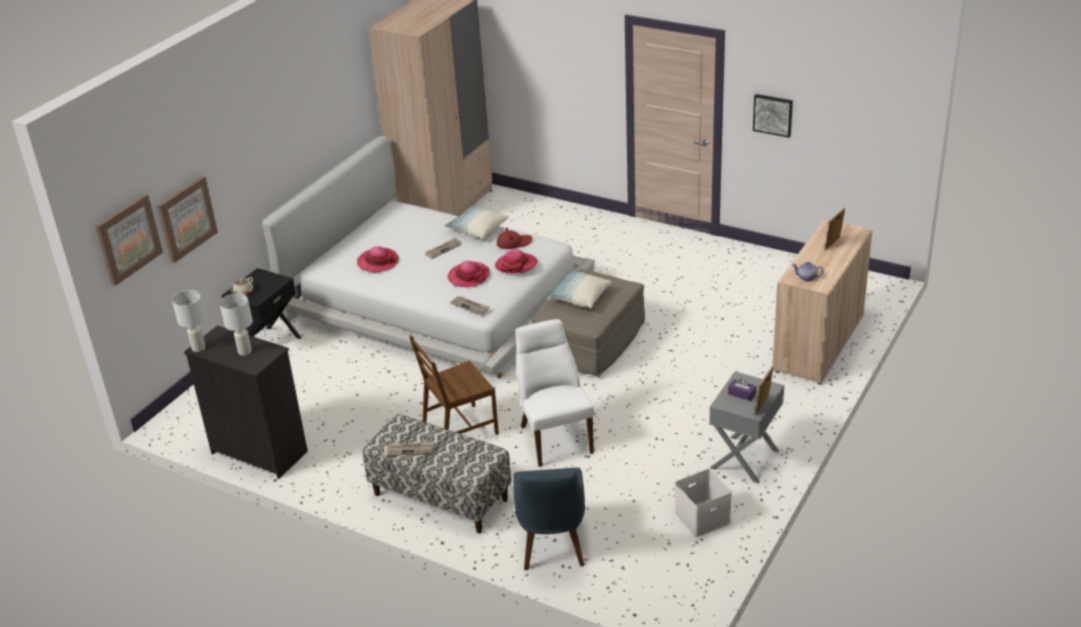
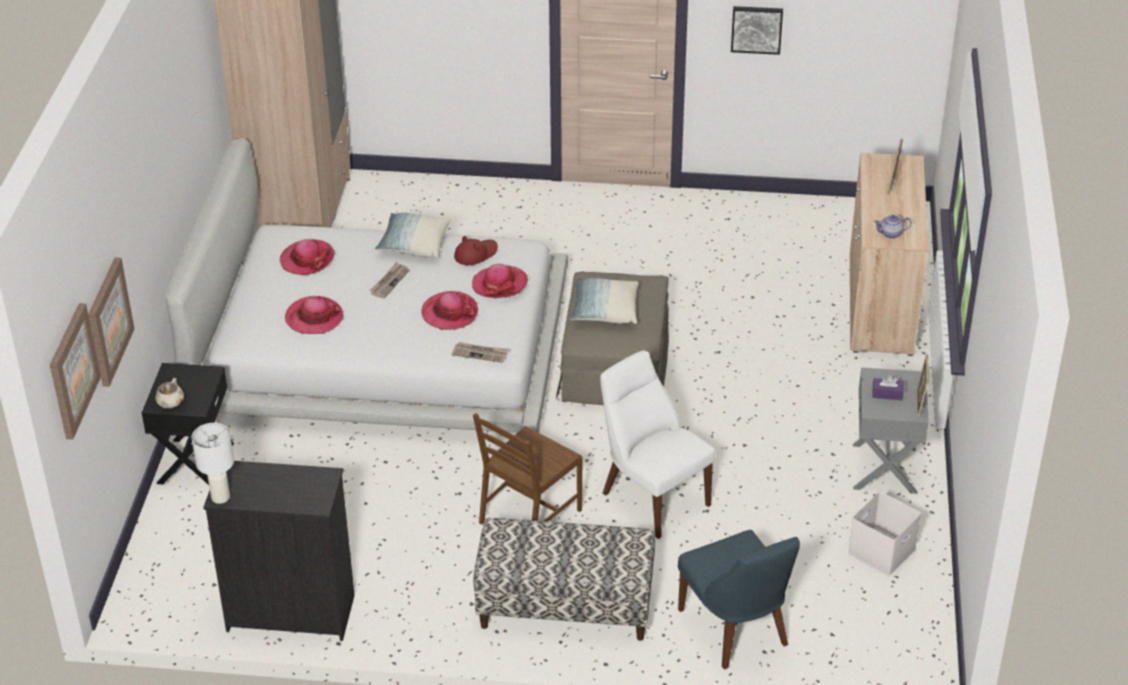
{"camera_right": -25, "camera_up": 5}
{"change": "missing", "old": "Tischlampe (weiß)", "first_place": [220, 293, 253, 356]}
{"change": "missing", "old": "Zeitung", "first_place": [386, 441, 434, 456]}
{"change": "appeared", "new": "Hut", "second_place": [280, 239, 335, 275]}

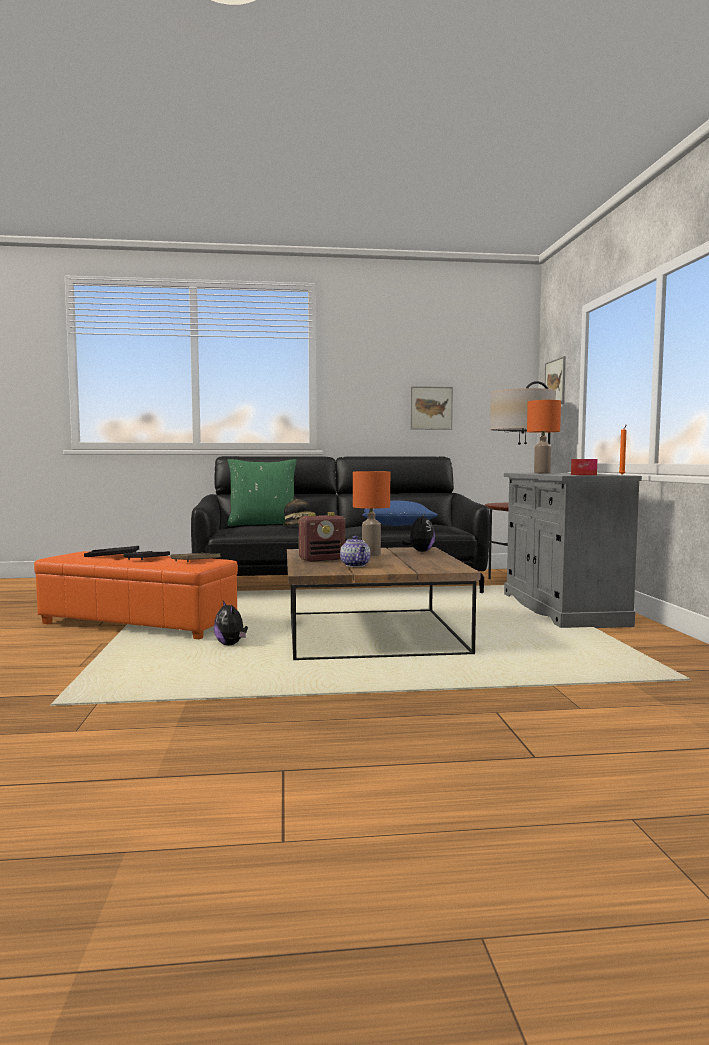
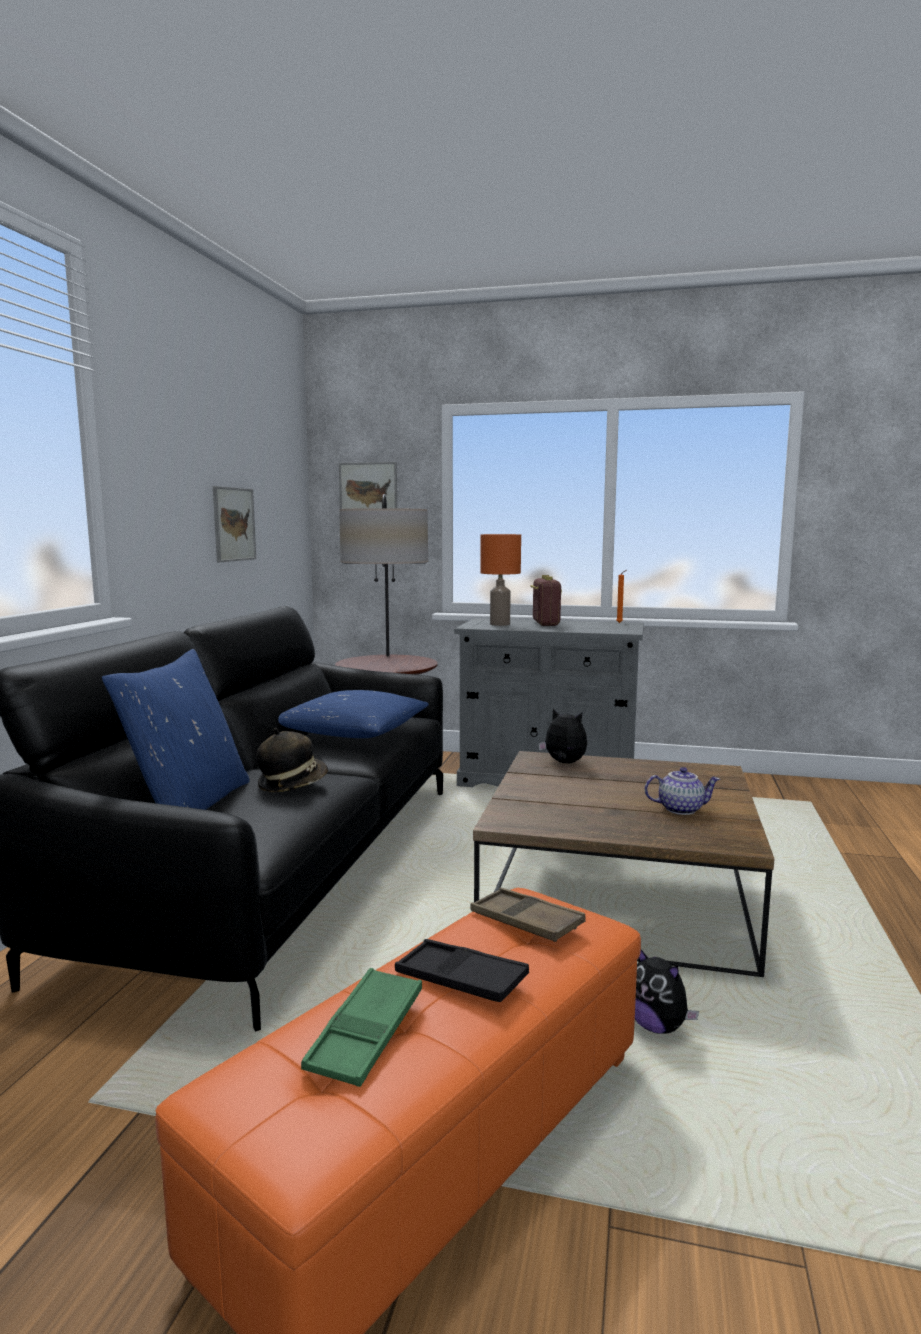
{"camera_right": -70, "camera_up": 5}
{"change": "colour", "old": "Kissen (grün)", "new": "Kissen (blau)", "first_place": [227, 459, 299, 526], "second_place": [102, 649, 250, 810]}
{"change": "missing", "old": "Taschentuchbox", "first_place": [571, 459, 597, 475]}
{"change": "missing", "old": "Tischlampe (orange)", "first_place": [353, 471, 390, 556]}
{"change": "relocated", "old": "Radio", "first_place": [299, 512, 345, 562], "second_place": [530, 575, 562, 626]}
{"change": "colour", "old": "Tablett (schwarz)", "new": "Tablett (grün)", "first_place": [84, 546, 139, 557], "second_place": [301, 968, 422, 1087]}
{"change": "spun", "old": "Plüschtier", "first_place": [214, 601, 248, 645], "second_place": [635, 950, 699, 1034], "degrees": 60}

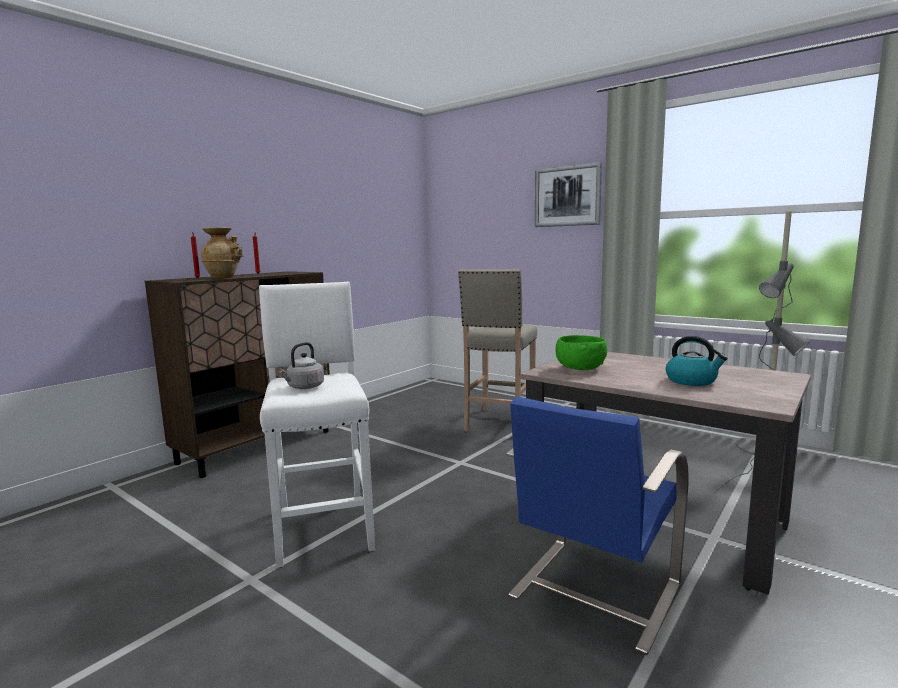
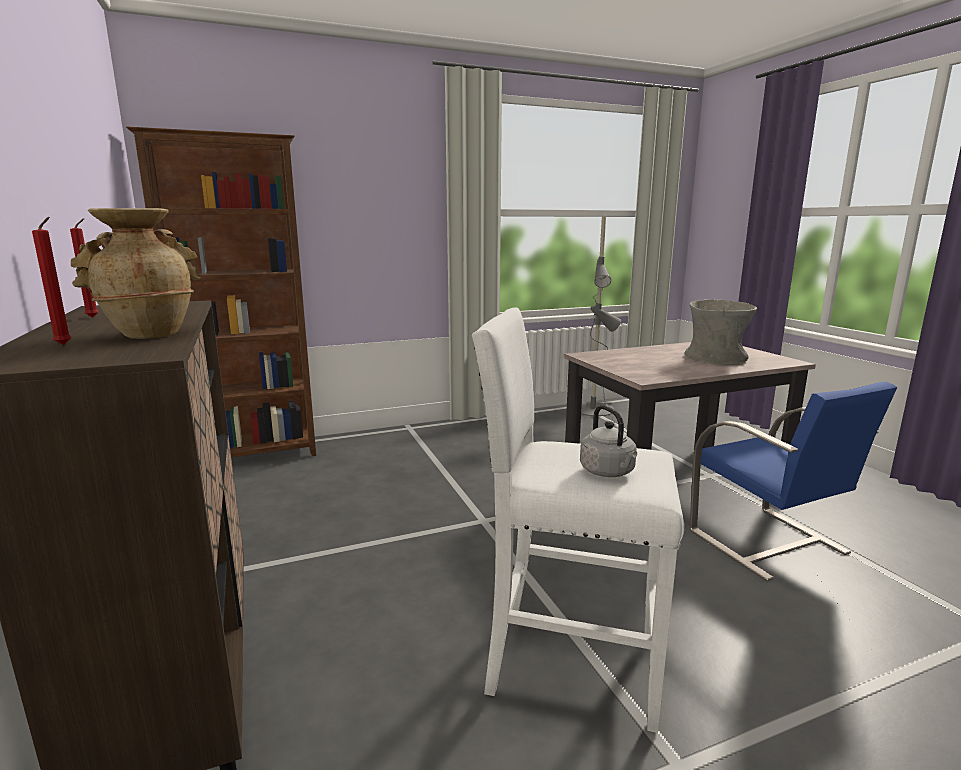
{"camera_right": -60, "camera_up": 5}
{"change": "missing", "old": "Bild", "first_place": [535, 162, 602, 227]}
{"change": "missing", "old": "Hocker (beige)", "first_place": [458, 269, 537, 431]}
{"change": "missing", "old": "Schüssel (grün)", "first_place": [555, 335, 607, 370]}
{"change": "exchanged", "old": "Wasserkessel", "new": "Vase (grau)", "first_place": [666, 336, 728, 386], "second_place": [684, 299, 757, 365]}
{"change": "appeared", "new": "Bücherregal (braun)", "second_place": [126, 127, 316, 457]}

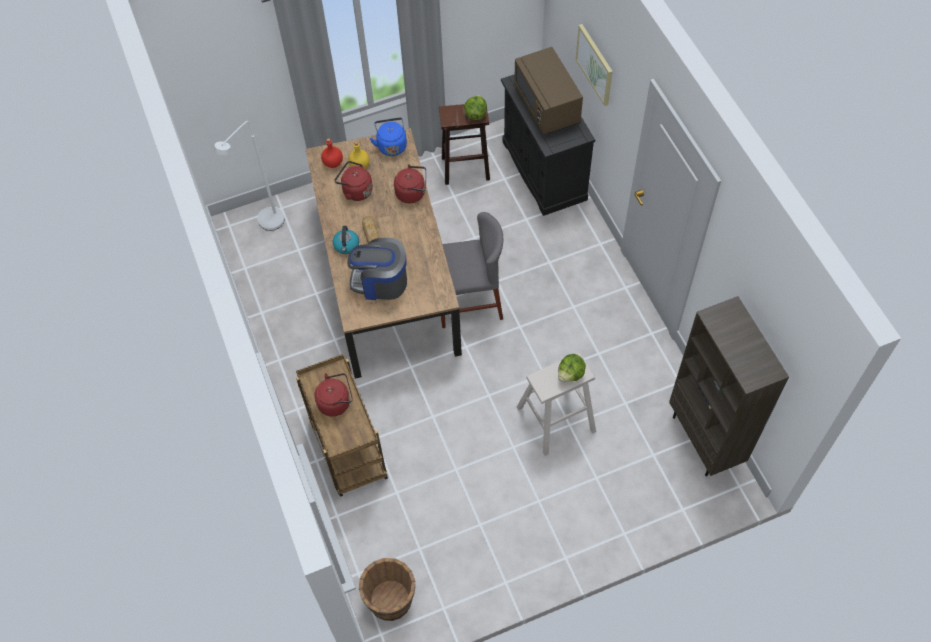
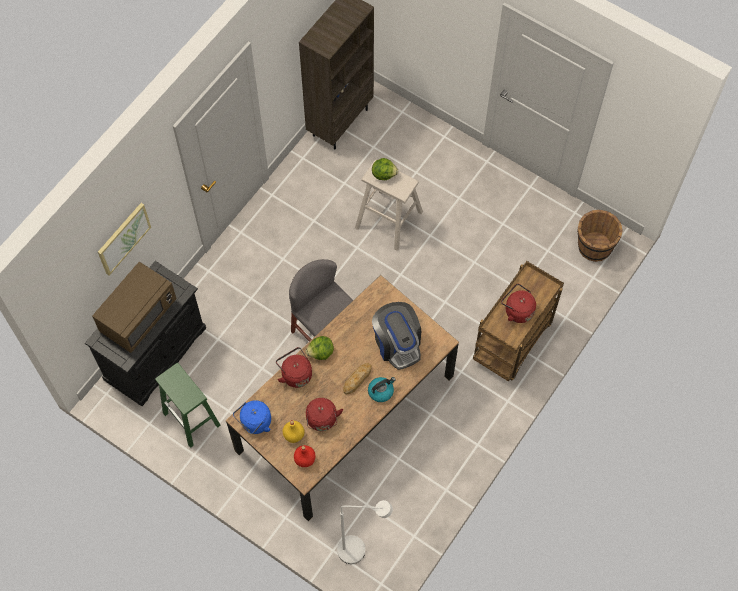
{"camera_right": -125, "camera_up": 5}
{"change": "relocated", "old": "Salatkopf", "first_place": [464, 95, 487, 120], "second_place": [306, 336, 334, 360]}
{"change": "colour", "old": "Hocker (braun)", "new": "Hocker (grün)", "first_place": [439, 104, 490, 185], "second_place": [155, 363, 221, 448]}

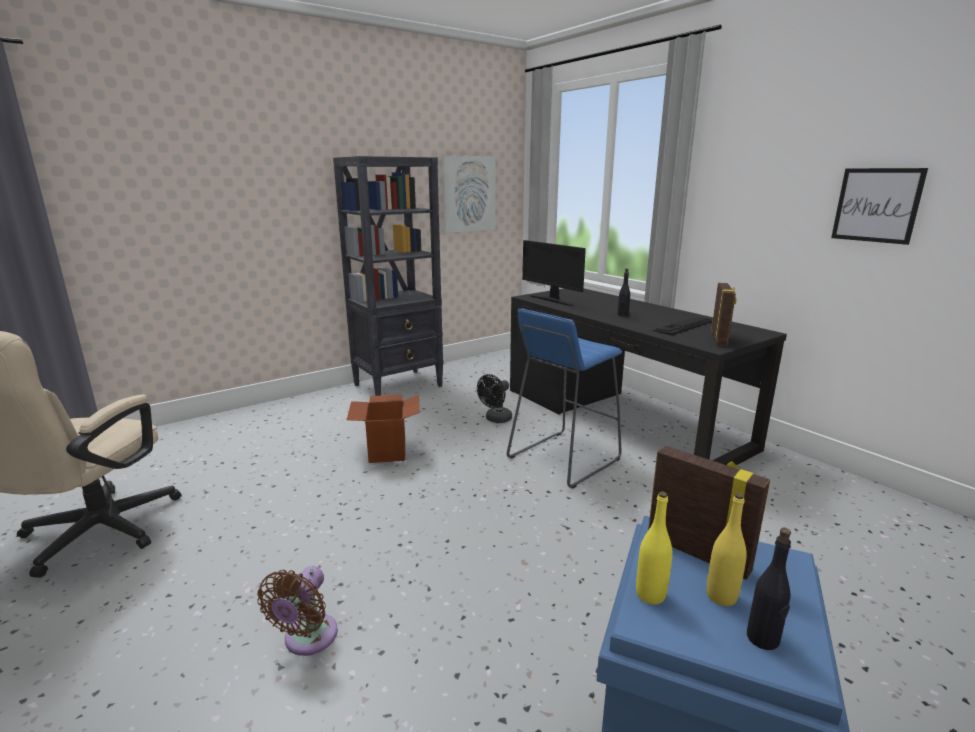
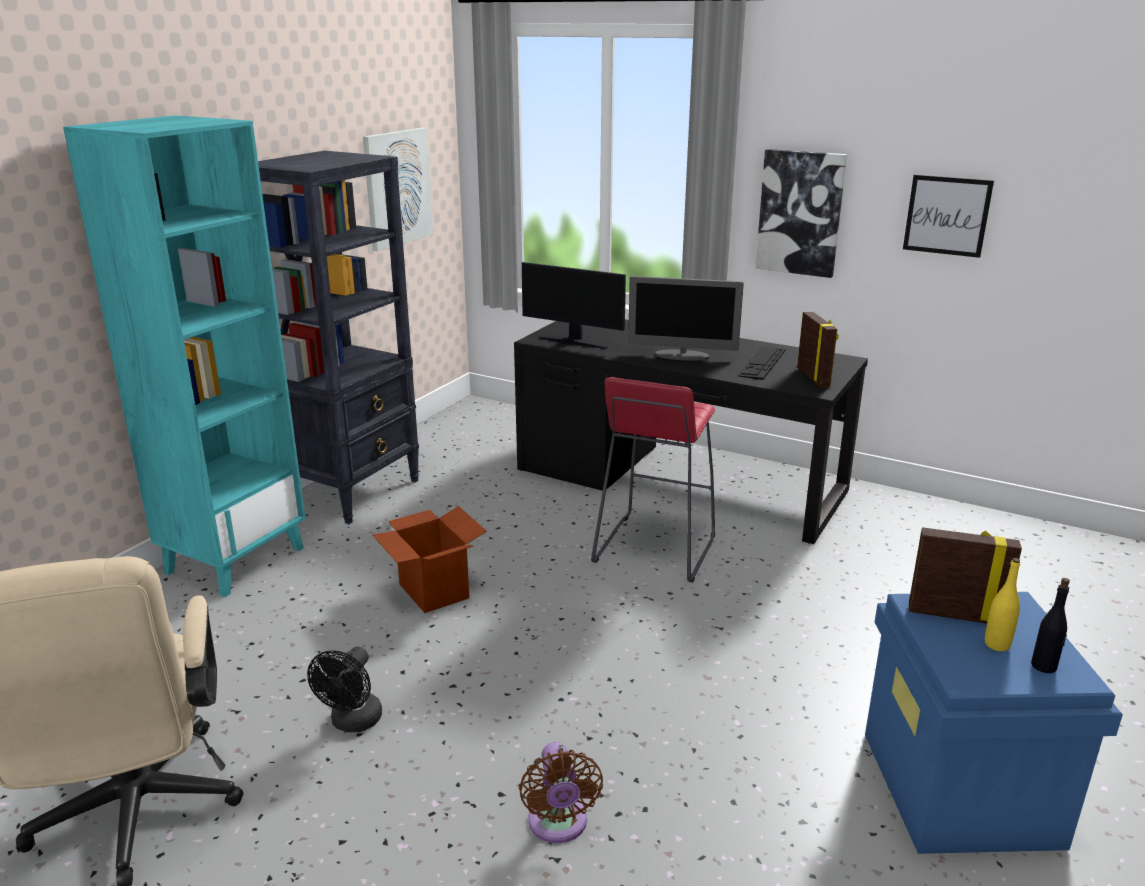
{"camera_right": -25, "camera_up": 5}
{"change": "exchanged", "old": "Flasche (schwarz)", "new": "Monitor", "first_place": [617, 268, 630, 317], "second_place": [628, 276, 744, 361]}
{"change": "colour", "old": "Hocker (blau)", "new": "Hocker (rot)", "first_place": [507, 309, 622, 488], "second_place": [591, 377, 715, 582]}
{"change": "relocated", "old": "Ventilator (schwarz)", "first_place": [477, 374, 512, 423], "second_place": [307, 646, 382, 732]}
{"change": "missing", "old": "Flasche (gelb)", "first_place": [636, 492, 672, 604]}
{"change": "appeared", "new": "Bücherregal (türkis)", "second_place": [63, 115, 305, 597]}
{"change": "appeared", "new": "Bild", "second_place": [755, 149, 847, 278]}

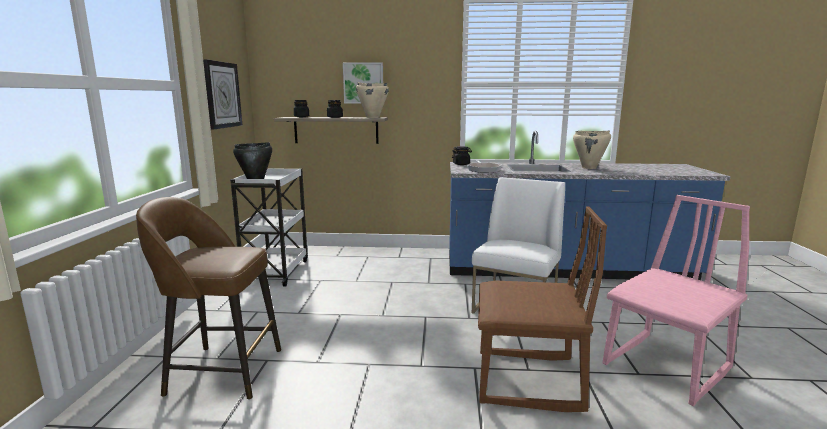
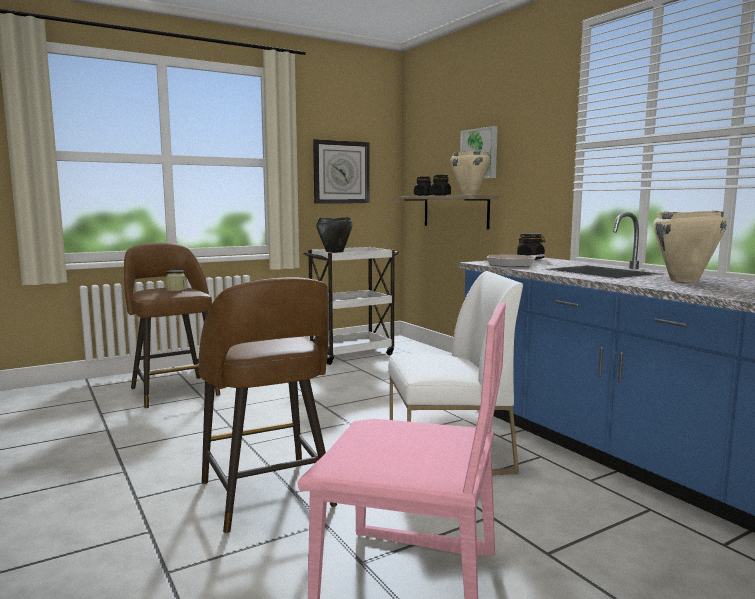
{"camera_right": 55, "camera_up": -5}
{"change": "exchanged", "old": "Stuhl (braun)", "new": "Hocker (braun)", "first_place": [478, 206, 607, 412], "second_place": [198, 277, 337, 533]}
{"change": "appeared", "new": "Vorratsglas", "second_place": [166, 270, 186, 291]}

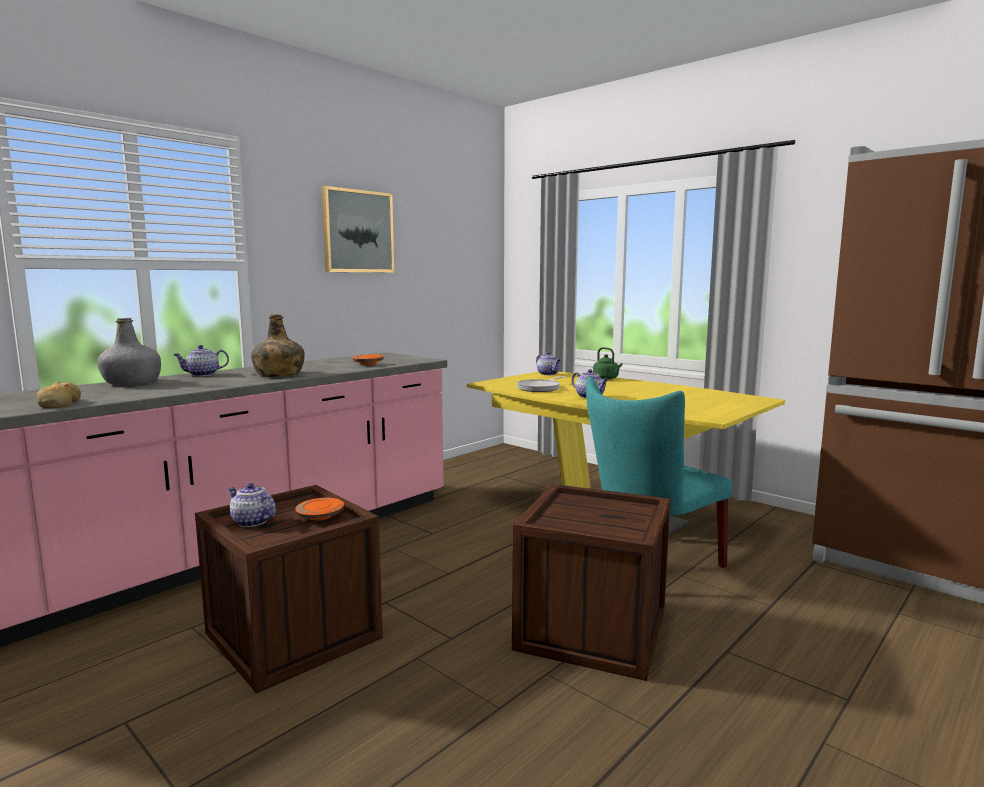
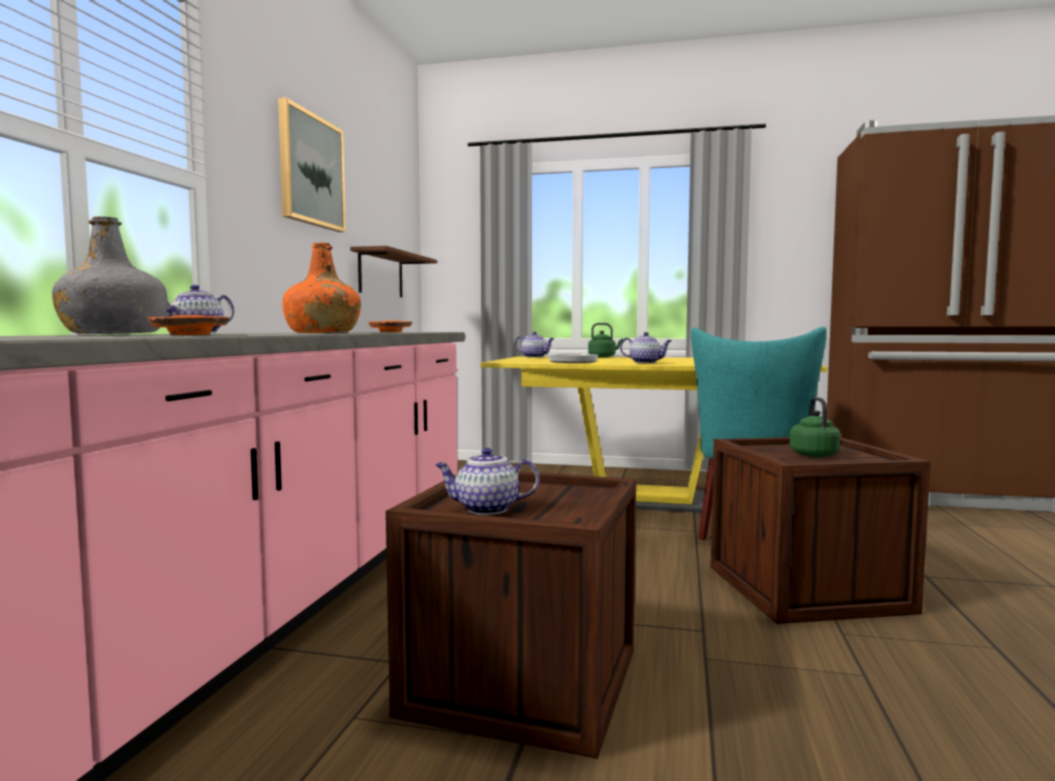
{"camera_right": -30, "camera_up": -5}
{"change": "colour", "old": "Flasche (grün)", "new": "Flasche (orange)", "first_place": [251, 314, 305, 377], "second_place": [282, 243, 361, 333]}
{"change": "missing", "old": "Brot", "first_place": [36, 382, 81, 408]}
{"change": "relocated", "old": "Teller (orange)", "first_place": [295, 498, 344, 521], "second_place": [148, 315, 229, 335]}
{"change": "appeared", "new": "Wandregal", "second_place": [350, 246, 437, 297]}
{"change": "appeared", "new": "Wasserkessel (grün)", "second_place": [789, 397, 841, 457]}

